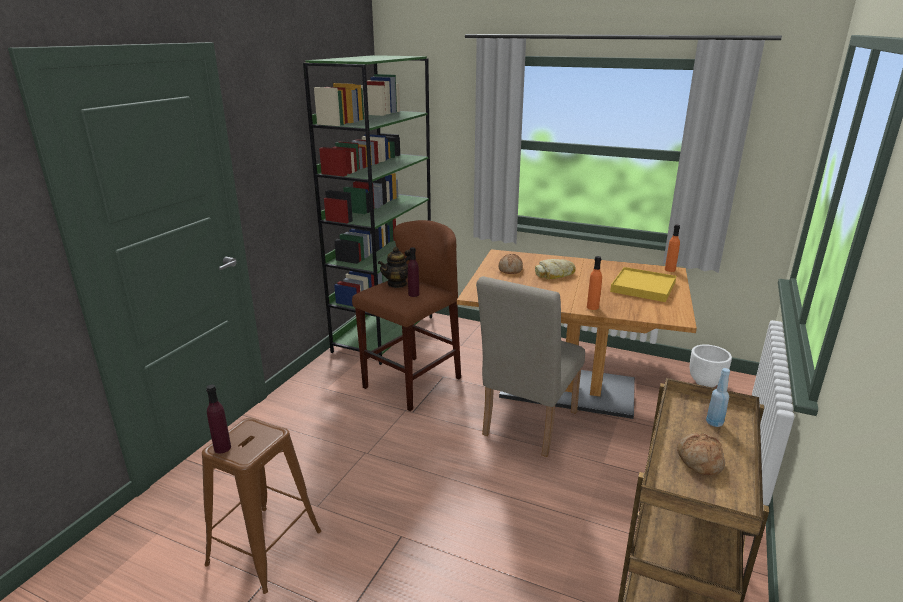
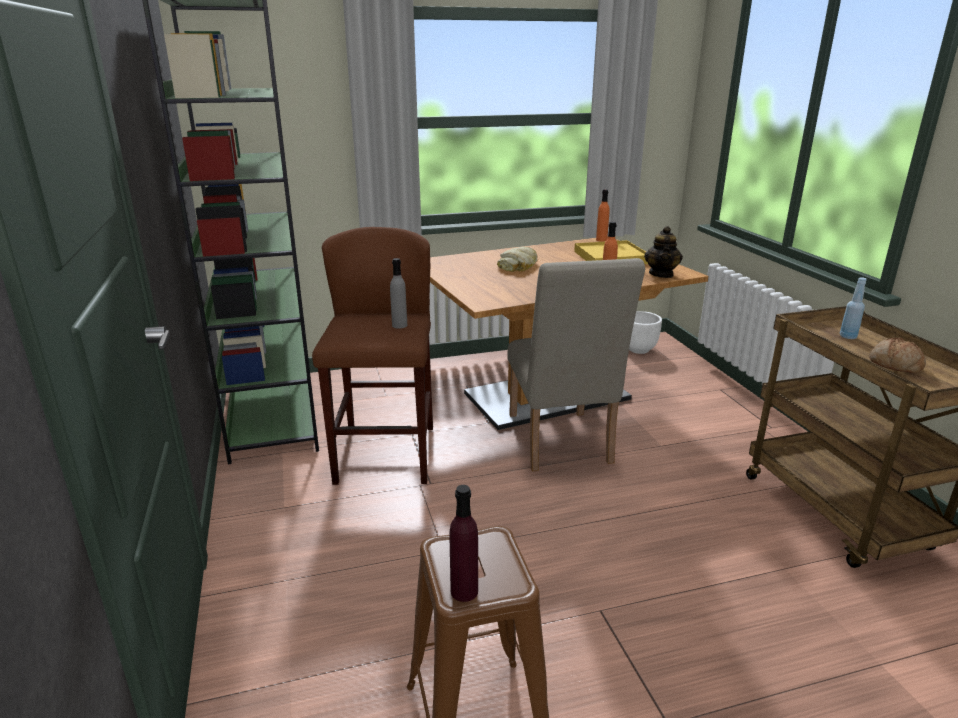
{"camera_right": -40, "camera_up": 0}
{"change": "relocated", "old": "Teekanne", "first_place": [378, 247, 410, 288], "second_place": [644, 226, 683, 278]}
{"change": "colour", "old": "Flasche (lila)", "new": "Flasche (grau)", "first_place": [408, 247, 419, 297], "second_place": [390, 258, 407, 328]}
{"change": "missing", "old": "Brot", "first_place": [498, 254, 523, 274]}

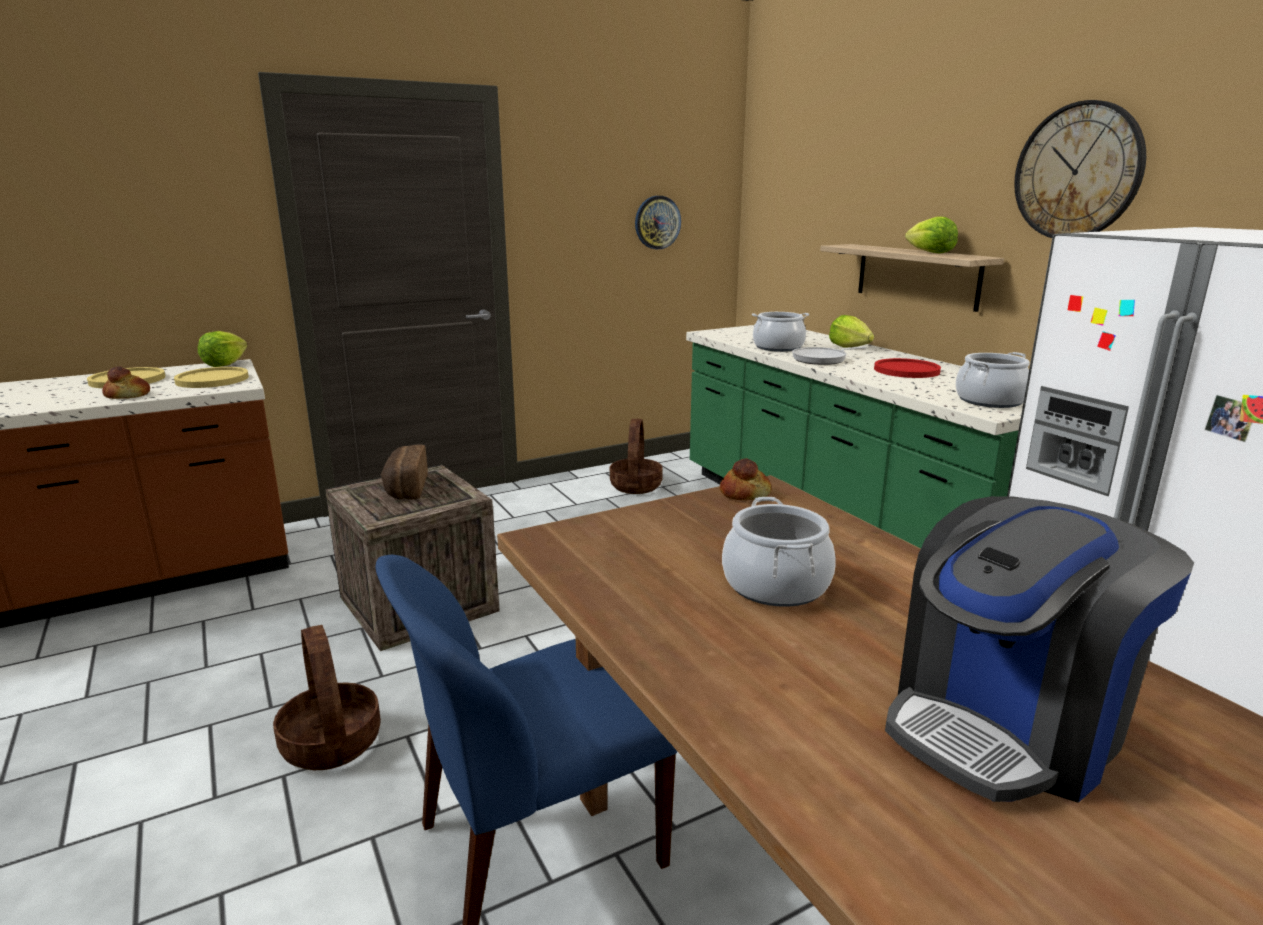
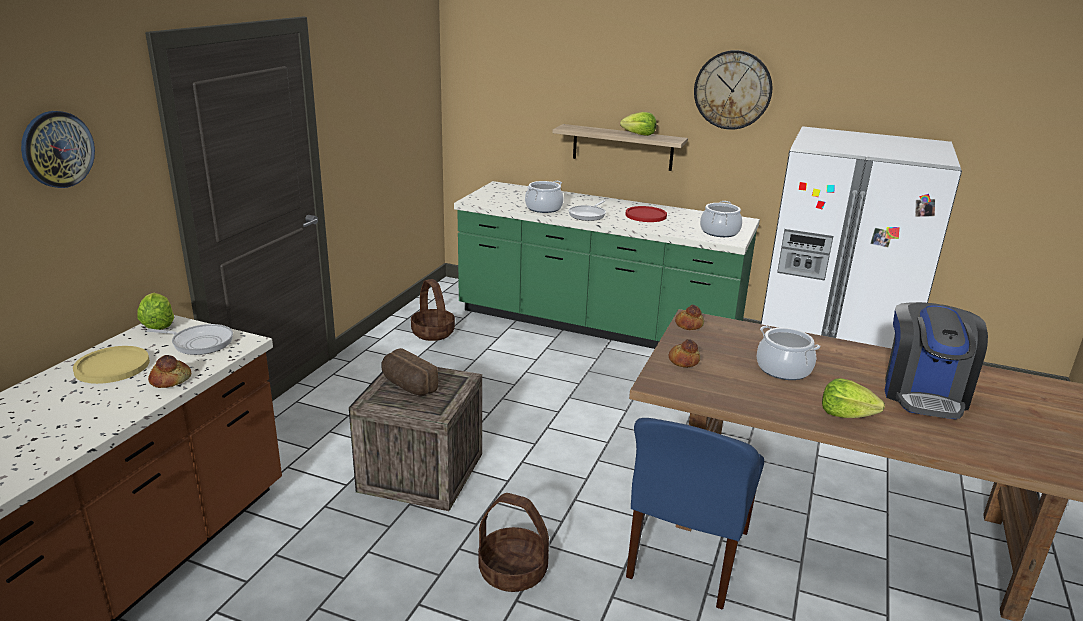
{"camera_right": -40, "camera_up": 5}
{"change": "relocated", "old": "Wanduhr", "first_place": [635, 196, 681, 249], "second_place": [21, 111, 95, 188]}
{"change": "relocated", "old": "Salatkopf", "first_place": [829, 315, 874, 347], "second_place": [822, 378, 885, 418]}
{"change": "exchanged", "old": "Teller (gelb)", "new": "Pfanne", "first_place": [174, 367, 249, 388], "second_place": [146, 324, 233, 355]}
{"change": "appeared", "new": "Brot", "second_place": [669, 339, 700, 368]}

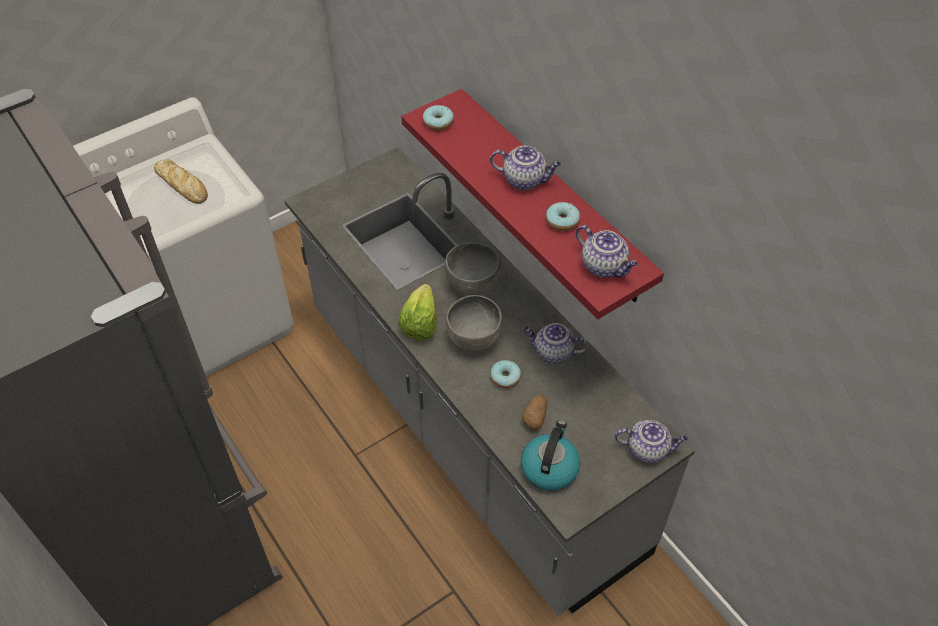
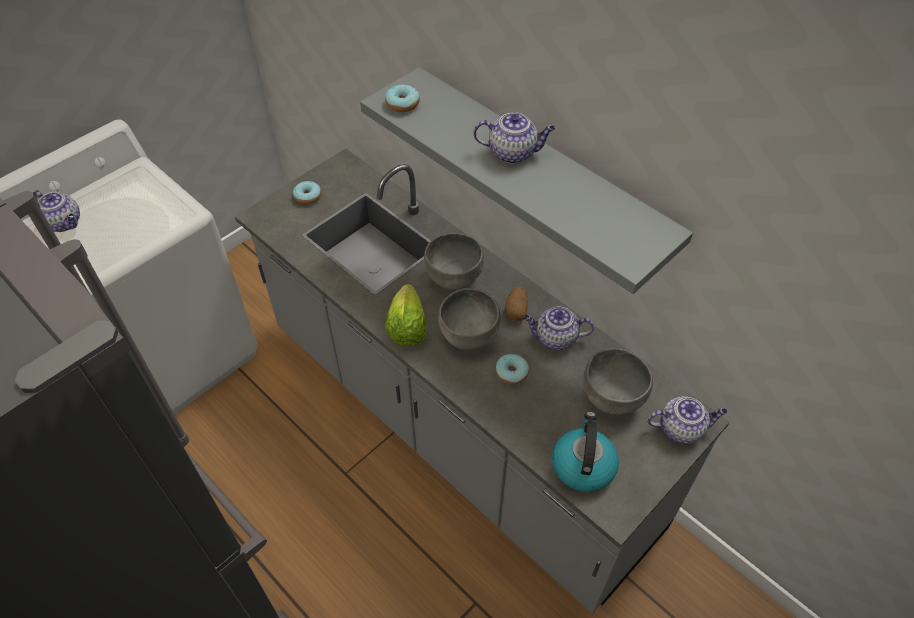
{"camera_right": -10, "camera_up": 0}
{"change": "colour", "old": "Wandregal (rot)", "new": "Wandregal (grau)", "first_place": [401, 89, 664, 319], "second_place": [360, 67, 693, 294]}
{"change": "missing", "old": "Brot", "first_place": [154, 159, 208, 204]}
{"change": "relocated", "old": "Donut", "first_place": [546, 202, 580, 231], "second_place": [293, 181, 321, 204]}
{"change": "relocated", "old": "Teekanne", "first_place": [576, 225, 638, 278], "second_place": [33, 190, 80, 232]}
{"change": "relocated", "old": "Kartoffel", "first_place": [522, 395, 547, 431], "second_place": [505, 287, 528, 321]}
{"change": "appeared", "new": "Schüssel (grau)", "second_place": [583, 348, 653, 415]}

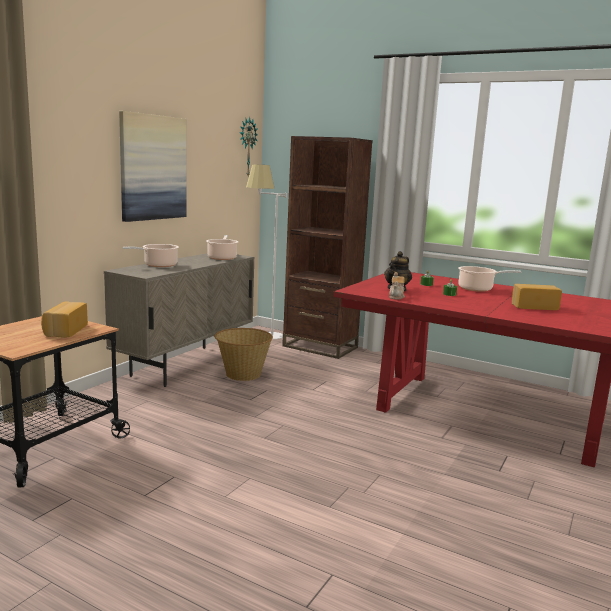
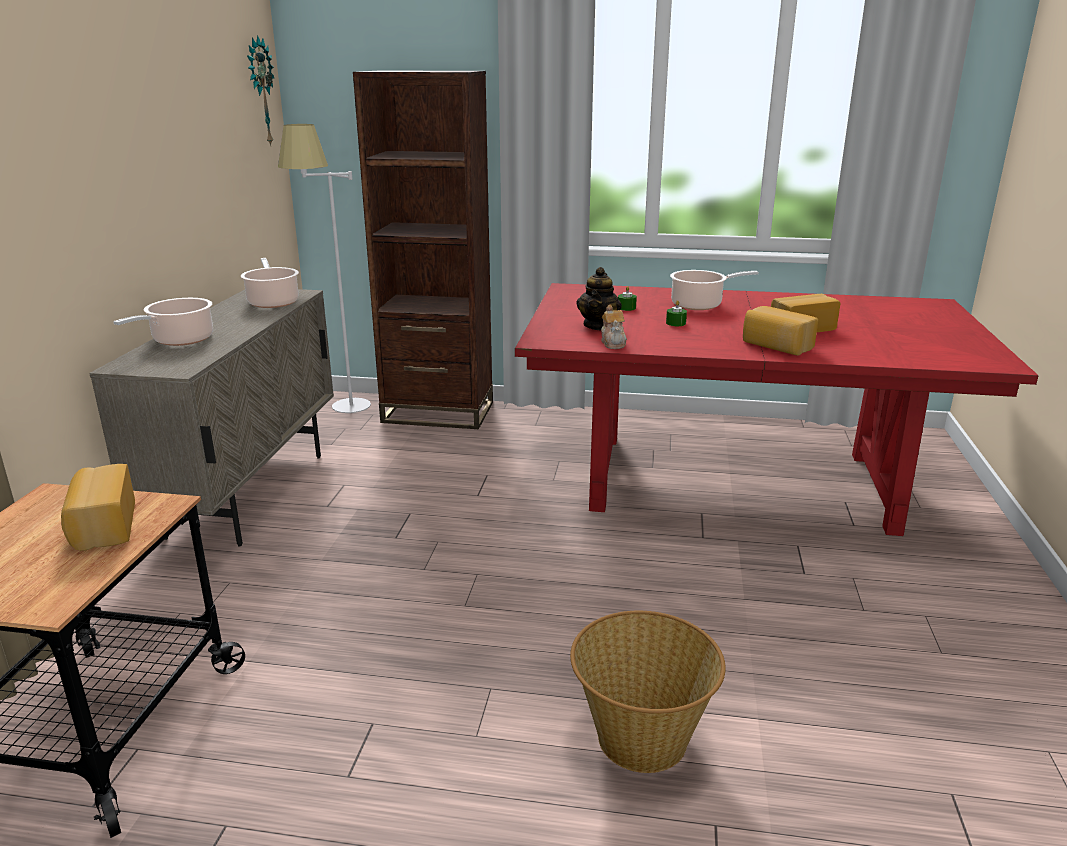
{"camera_right": -20, "camera_up": 10}
{"change": "missing", "old": "Bild", "first_place": [119, 111, 186, 222]}
{"change": "relocated", "old": "Korb", "first_place": [214, 328, 273, 381], "second_place": [570, 611, 726, 773]}
{"change": "appeared", "new": "Brot", "second_place": [743, 306, 818, 355]}

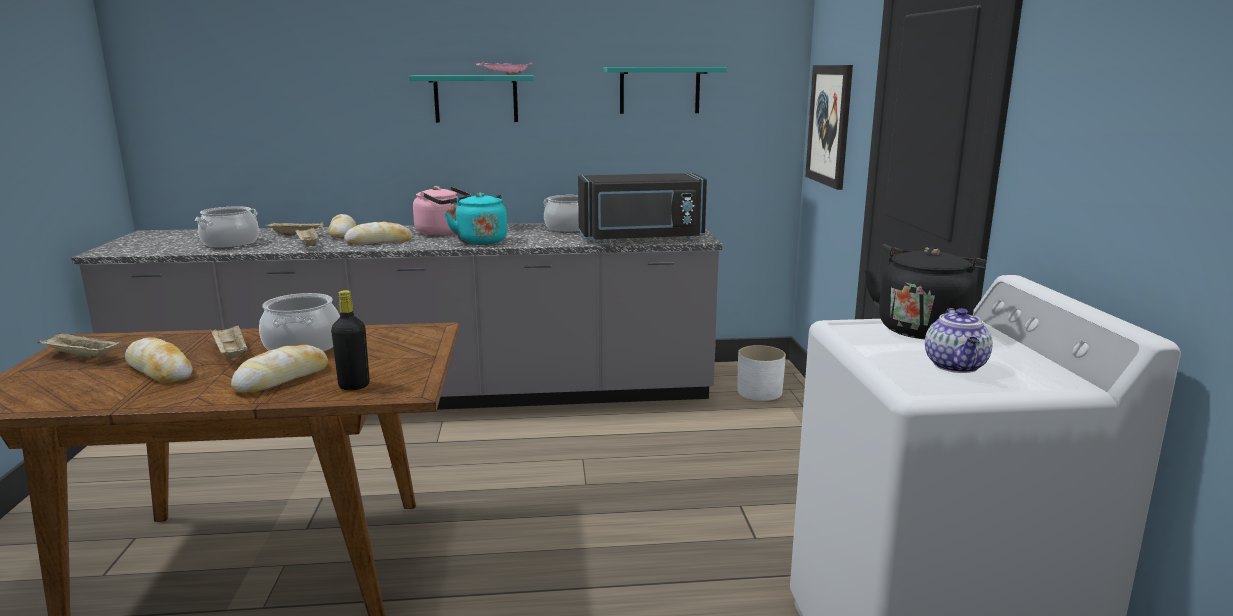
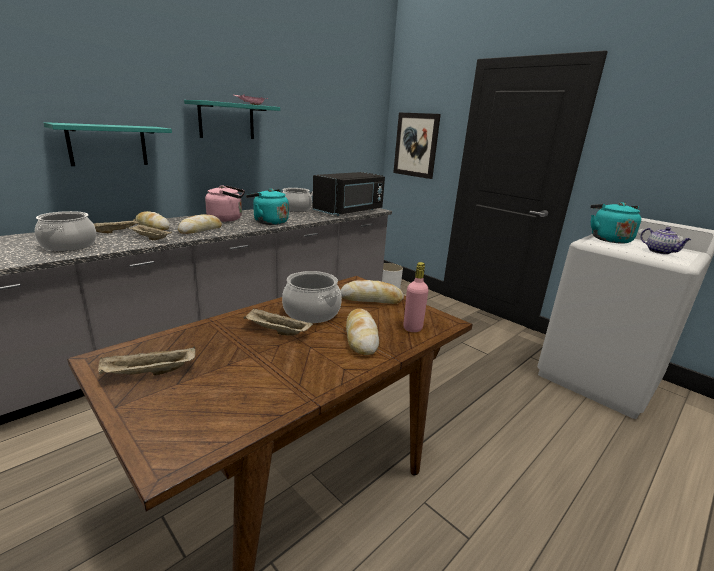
{"camera_right": -40, "camera_up": 5}
{"change": "relocated", "old": "Wandregal (türkis)", "first_place": [603, 67, 727, 114], "second_place": [44, 122, 172, 166]}
{"change": "colour", "old": "Wasserkessel (schwarz)", "new": "Wasserkessel (türkis)", "first_place": [865, 247, 986, 339], "second_place": [590, 202, 641, 244]}
{"change": "colour", "old": "Flasche (schwarz)", "new": "Flasche (rosa)", "first_place": [331, 290, 370, 390], "second_place": [403, 262, 429, 332]}
{"change": "relocated", "old": "Brot", "first_place": [125, 337, 193, 383], "second_place": [340, 280, 404, 304]}

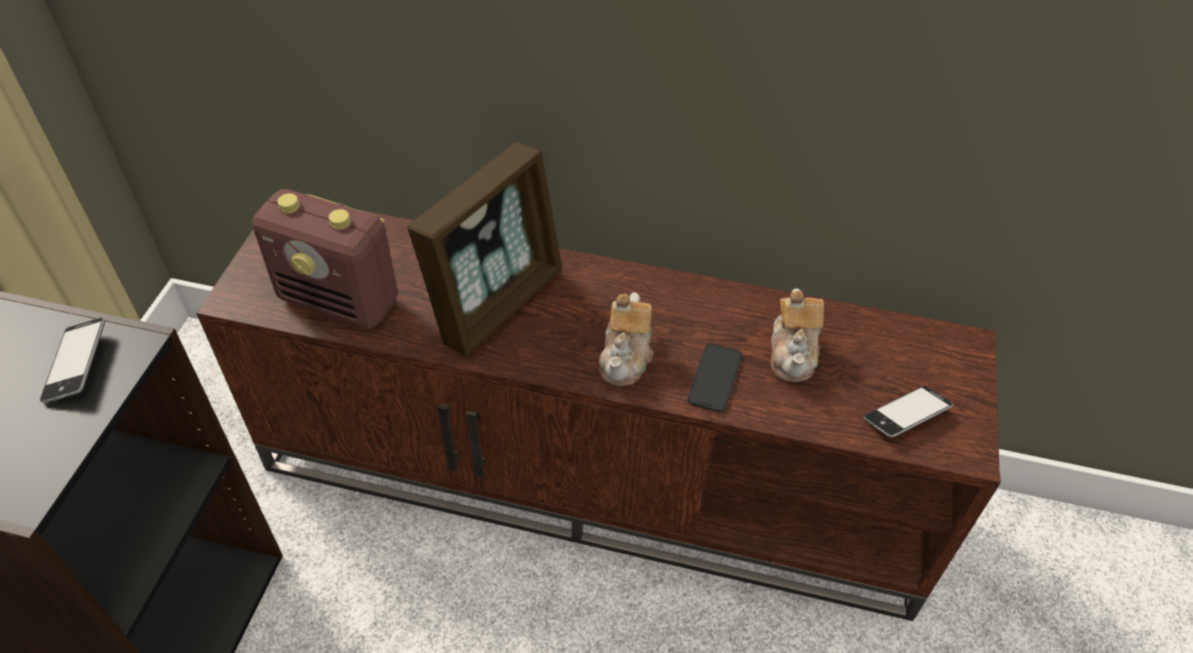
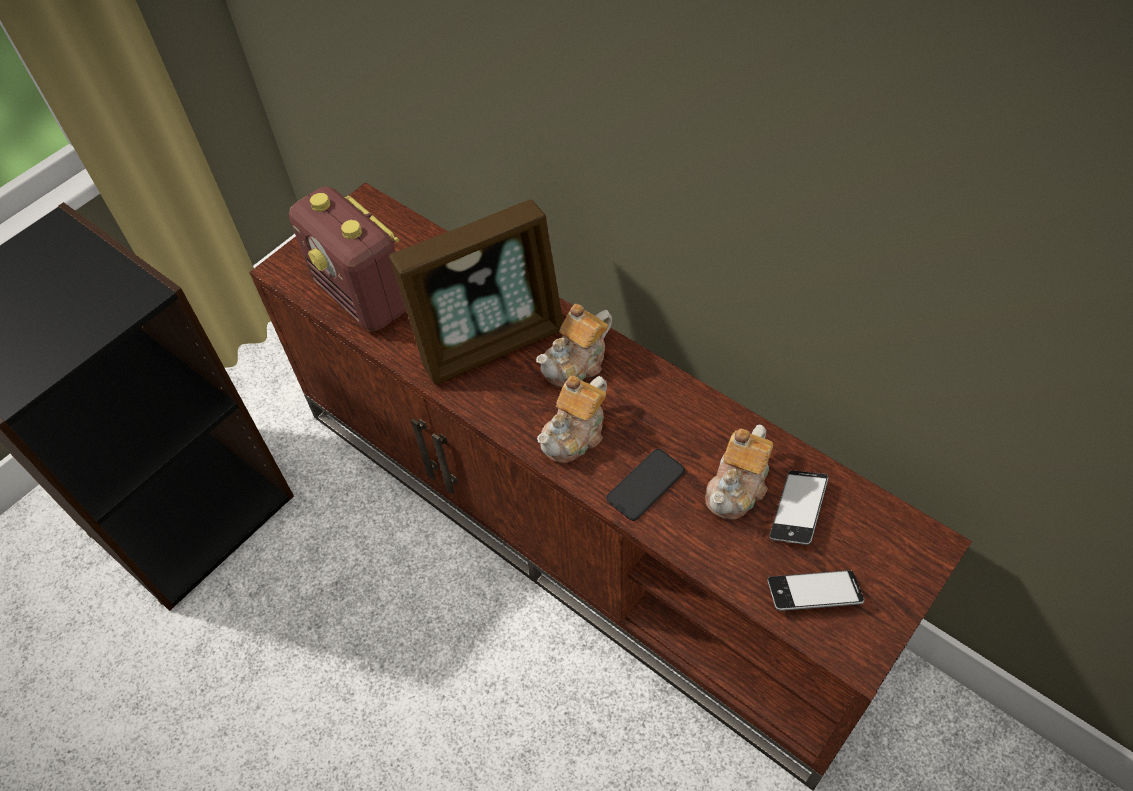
{"camera_right": 30, "camera_up": 5}
{"change": "relocated", "old": "Handy", "first_place": [40, 317, 105, 403], "second_place": [770, 470, 829, 545]}
{"change": "appeared", "new": "Teekanne", "second_place": [536, 304, 612, 387]}

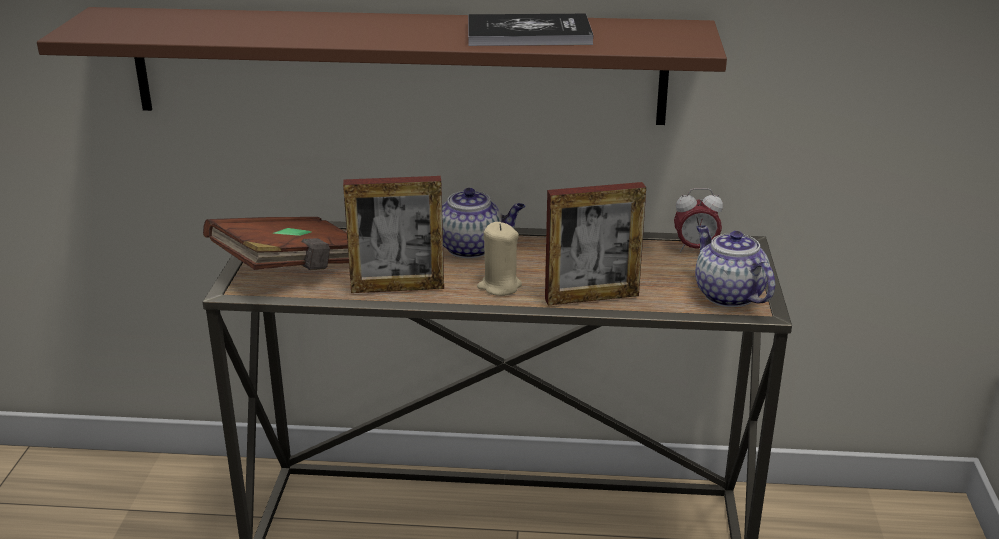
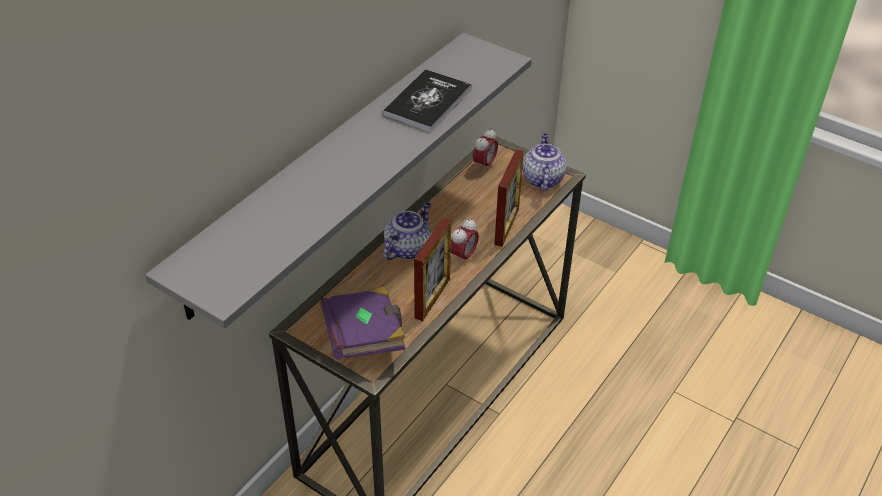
{"camera_right": -60, "camera_up": 15}
{"change": "colour", "old": "Wandregal (braun)", "new": "Wandregal (grau)", "first_place": [37, 7, 727, 125], "second_place": [145, 33, 532, 329]}
{"change": "colour", "old": "Buch (braun)", "new": "Buch (lila)", "first_place": [203, 217, 349, 270], "second_place": [320, 287, 405, 360]}
{"change": "exchanged", "old": "Kerze (beige)", "new": "Wecker", "first_place": [477, 222, 522, 296], "second_place": [451, 218, 479, 265]}
{"change": "spun", "old": "Teekanne", "first_place": [695, 225, 775, 307], "second_place": [522, 133, 567, 191], "degrees": 90}

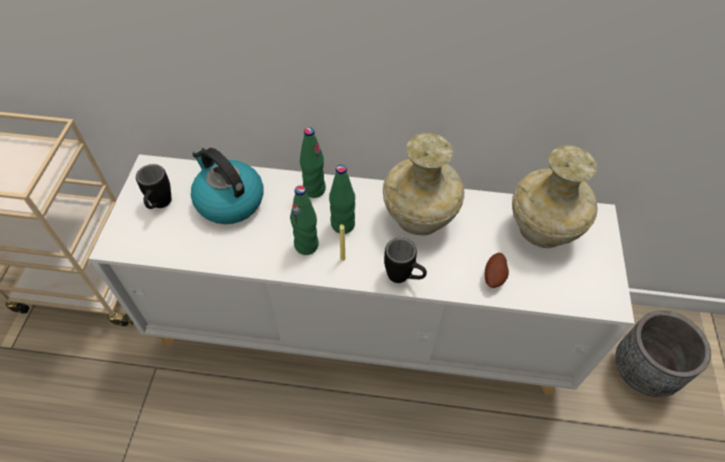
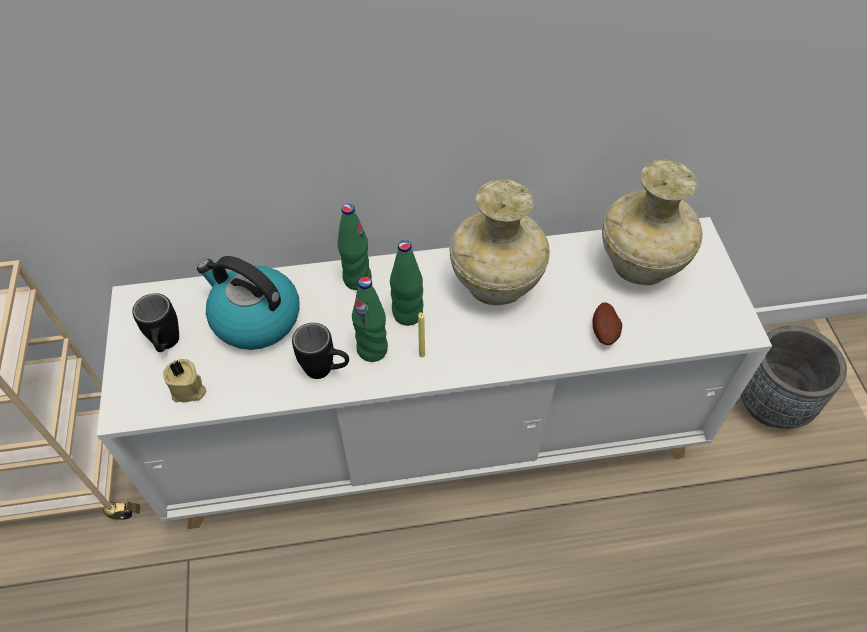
{"camera_right": -15, "camera_up": 0}
{"change": "relocated", "old": "Henkelbecher (schwarz)", "first_place": [384, 238, 427, 283], "second_place": [292, 323, 349, 379]}
{"change": "appeared", "new": "Kerze (beige)", "second_place": [163, 359, 206, 403]}

